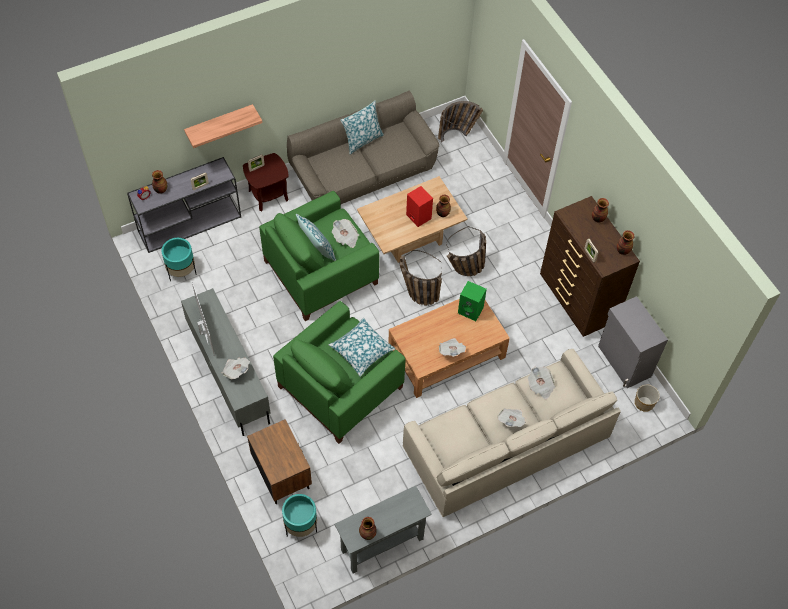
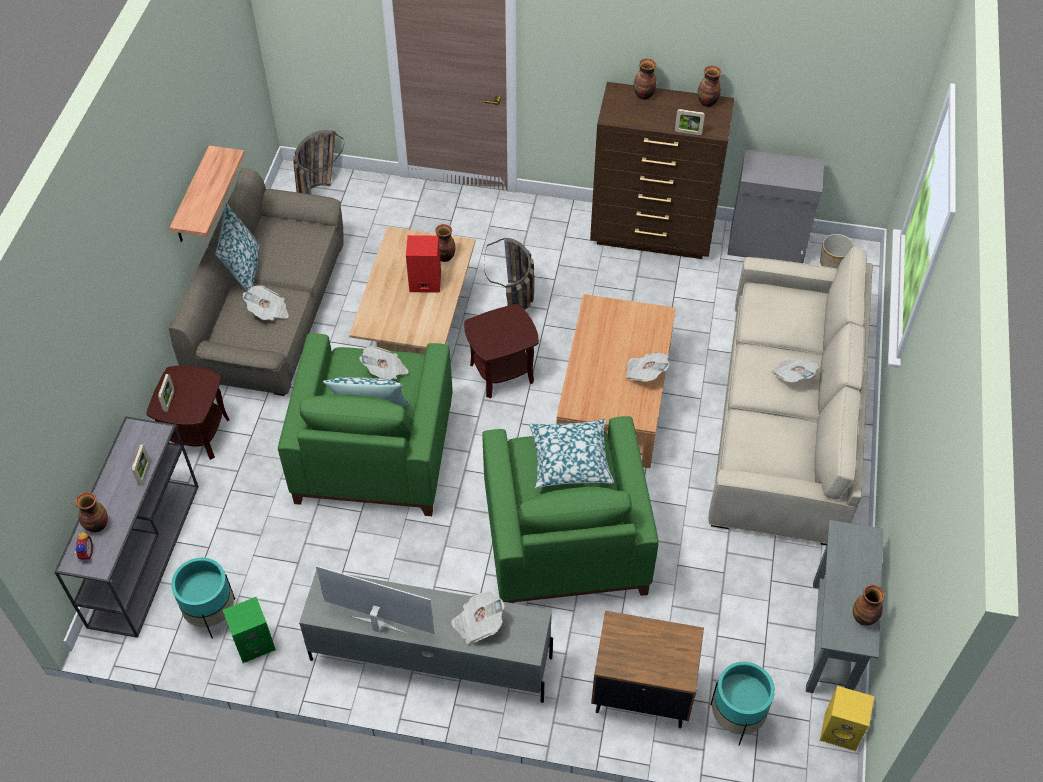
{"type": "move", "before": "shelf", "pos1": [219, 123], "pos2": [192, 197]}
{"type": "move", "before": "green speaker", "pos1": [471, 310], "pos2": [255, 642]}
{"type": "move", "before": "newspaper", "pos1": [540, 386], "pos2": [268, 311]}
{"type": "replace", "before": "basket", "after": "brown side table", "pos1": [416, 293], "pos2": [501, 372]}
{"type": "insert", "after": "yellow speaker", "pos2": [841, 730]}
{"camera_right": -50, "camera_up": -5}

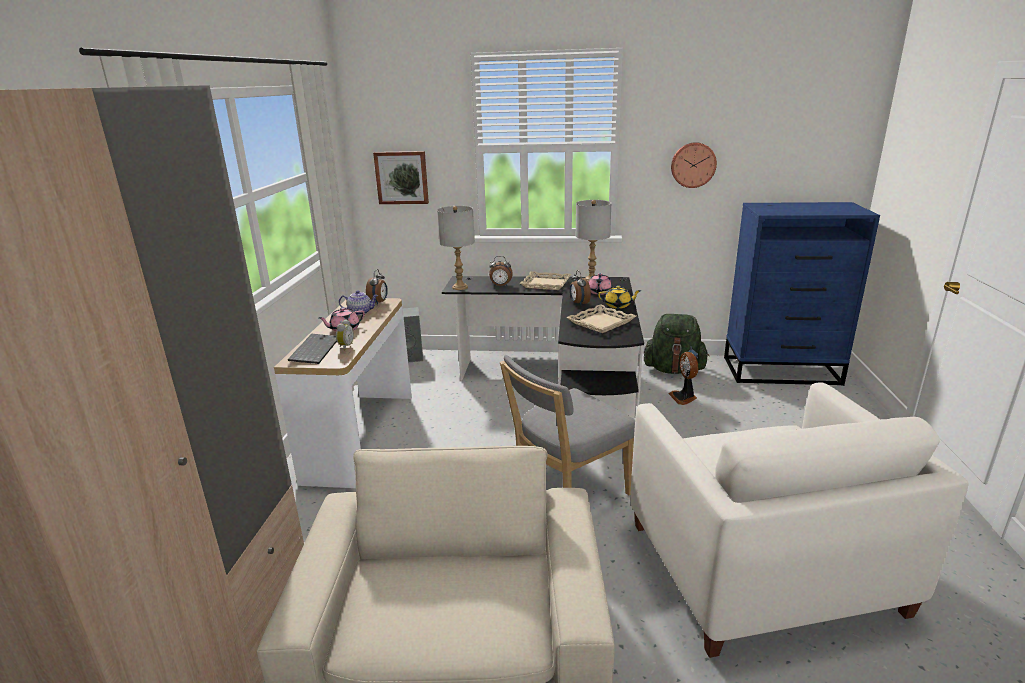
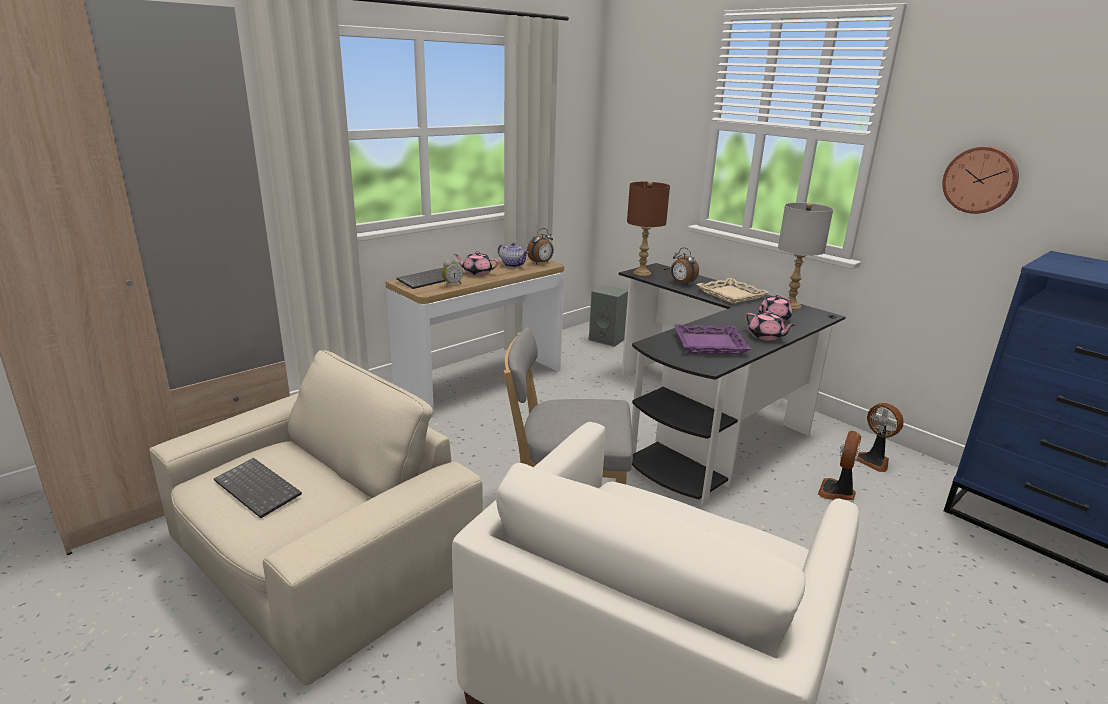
{"type": "insert", "after": "keyboard", "pos2": [260, 489]}
{"type": "recolor", "before": "grey table lamp", "after": "brown table lamp", "pos1": [460, 287], "pos2": [642, 273]}
{"type": "recolor", "before": "beige tray", "after": "purple tray", "pos1": [600, 322], "pos2": [709, 344]}
{"type": "recolor", "before": "yellow teapot", "after": "pink teapot", "pos1": [618, 305], "pos2": [766, 336]}
{"type": "replace", "before": "green backpack", "after": "fan", "pos1": [674, 370], "pos2": [873, 460]}
{"type": "delete", "before": "picture", "pos1": [402, 177]}
{"type": "delete", "before": "alarm clock", "pos1": [579, 303]}
{"camera_right": 40, "camera_up": 0}

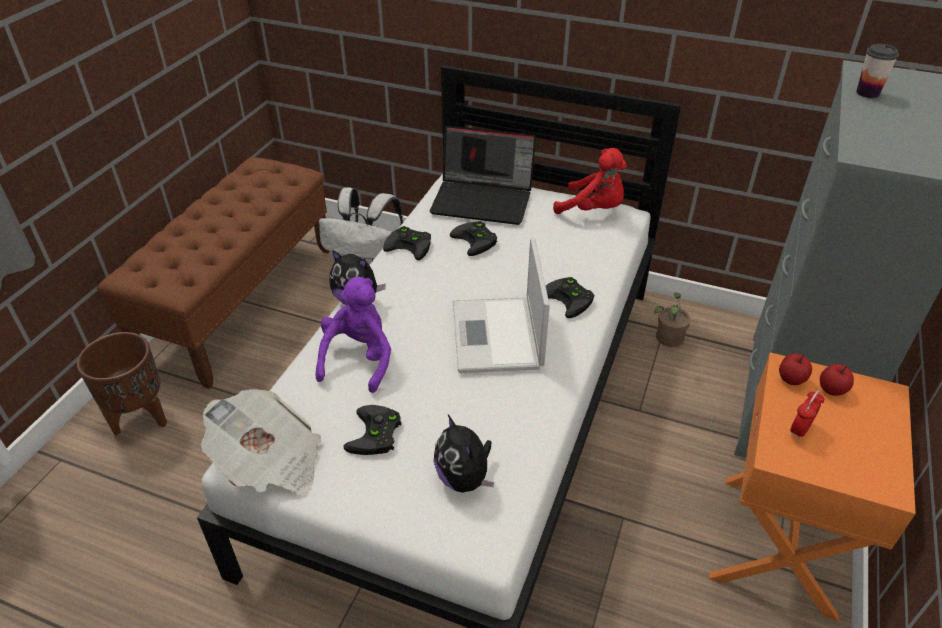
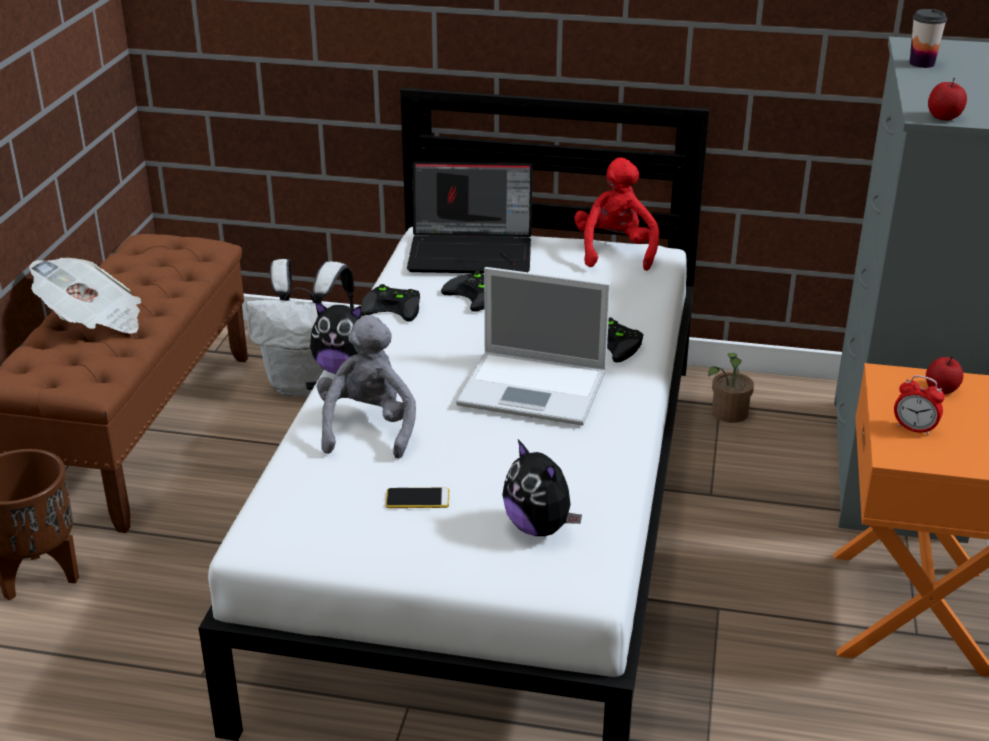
{"type": "move", "before": "newspaper", "pos1": [270, 462], "pos2": [93, 321]}
{"type": "recolor", "before": "purple plush toy", "after": "grey plush toy", "pos1": [358, 359], "pos2": [368, 428]}
{"type": "replace", "before": "black game controller", "after": "phone", "pos1": [376, 435], "pos2": [417, 499]}
{"type": "rotate", "before": "laptop", "pos1": [497, 337], "pos2": [535, 388], "turn": -60}
{"type": "rotate", "before": "red plush toy", "pos1": [593, 210], "pos2": [615, 251], "turn": -105}
{"type": "rotate", "before": "alarm clock", "pos1": [799, 430], "pos2": [914, 429], "turn": -90}
{"type": "move", "before": "apple", "pos1": [791, 379], "pos2": [944, 117]}
{"camera_right": -10, "camera_up": -10}

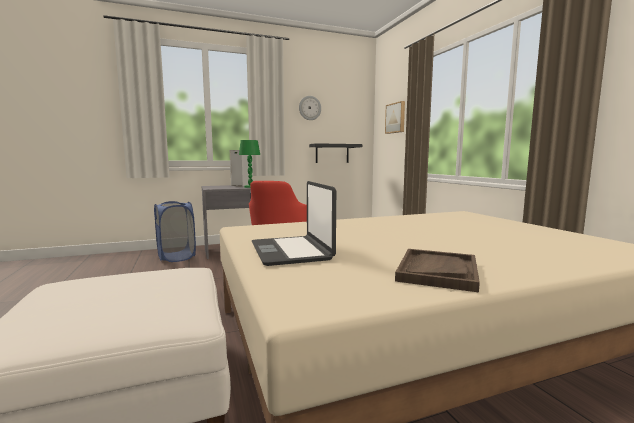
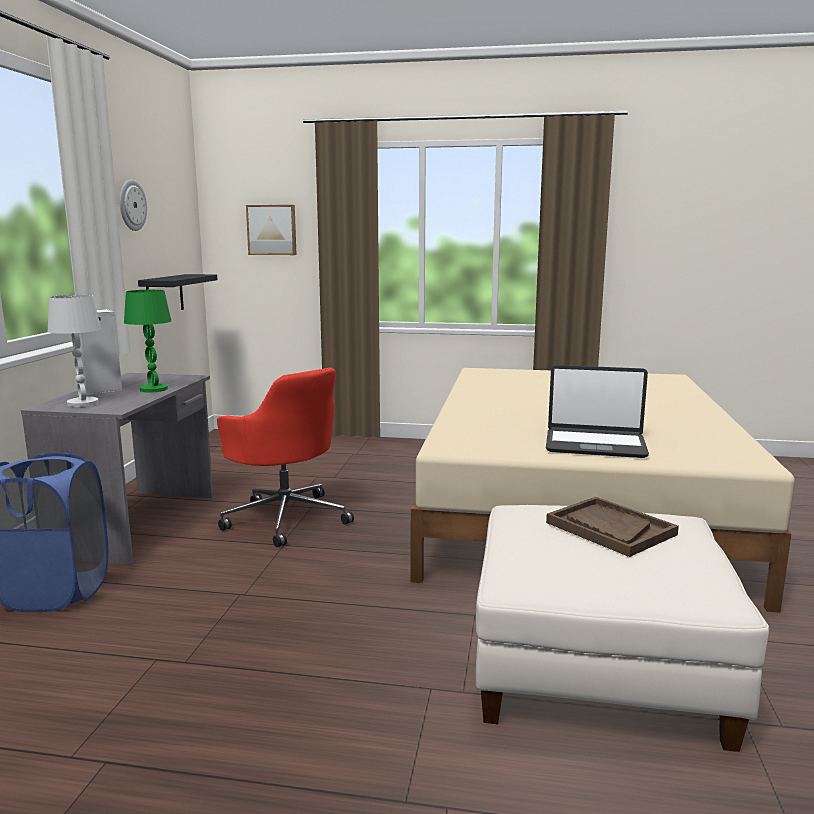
{"type": "insert", "after": "white table lamp", "pos2": [82, 403]}
{"type": "move", "before": "brown tray", "pos1": [437, 271], "pos2": [610, 528]}
{"camera_right": -60, "camera_up": 5}

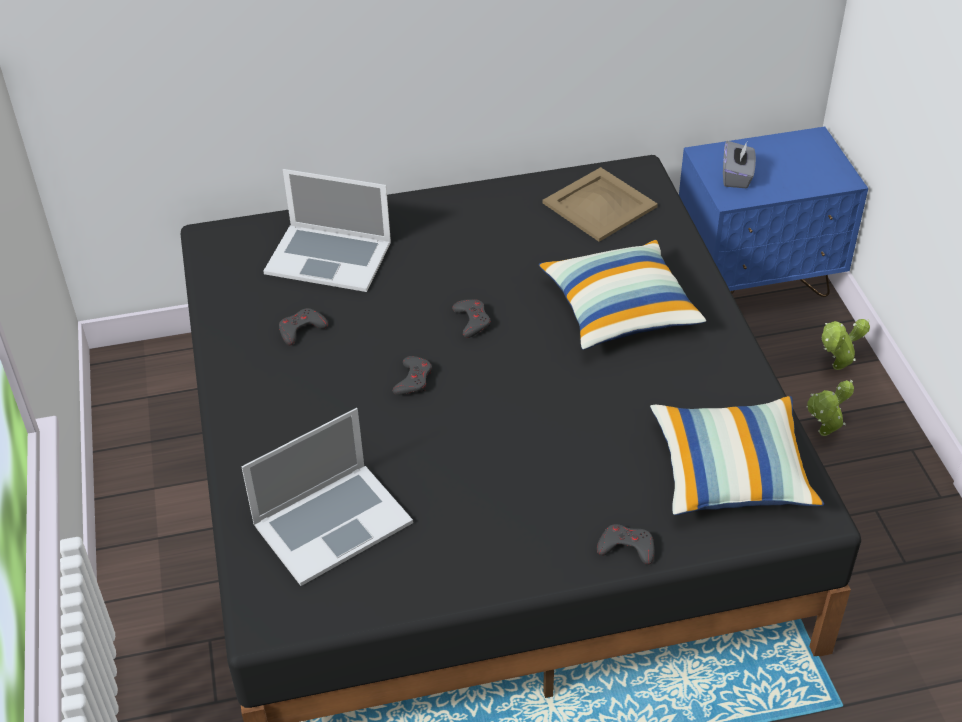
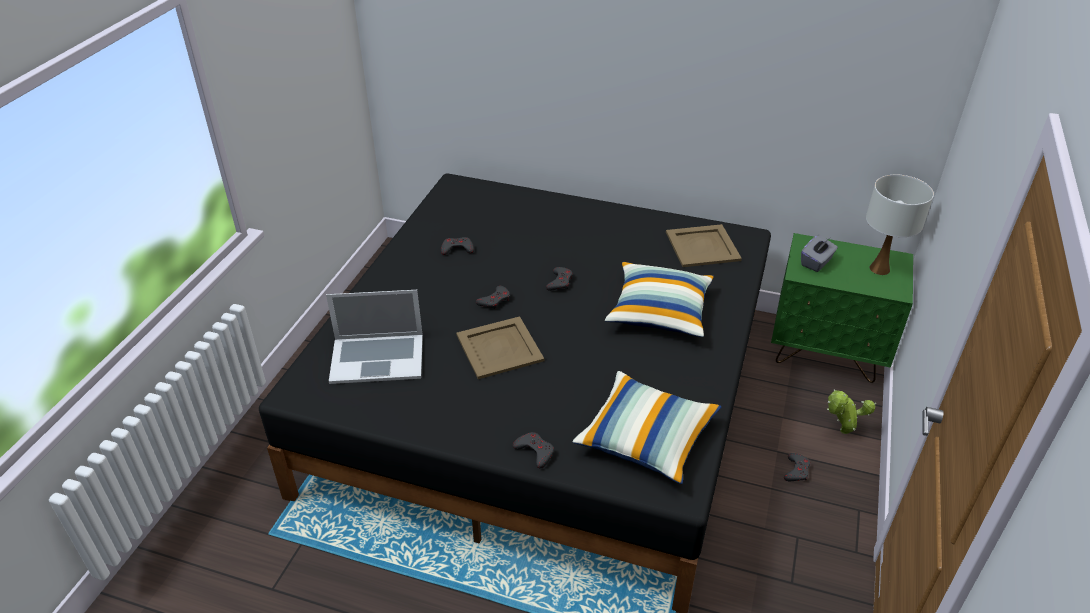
{"type": "insert", "after": "beige tray", "pos2": [499, 348]}
{"type": "recolor", "before": "blue nightstand", "after": "green nightstand", "pos1": [756, 280], "pos2": [826, 353]}
{"type": "replace", "before": "potted plant", "after": "grey game controller", "pos1": [822, 435], "pos2": [796, 470]}
{"type": "insert", "after": "white table lamp", "pos2": [880, 269]}
{"type": "delete", "before": "laptop", "pos1": [328, 257]}
{"camera_right": 30, "camera_up": -5}

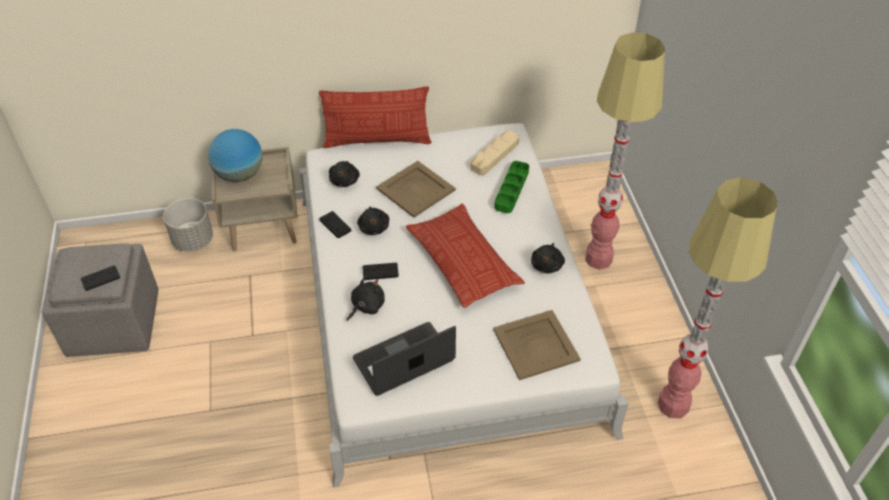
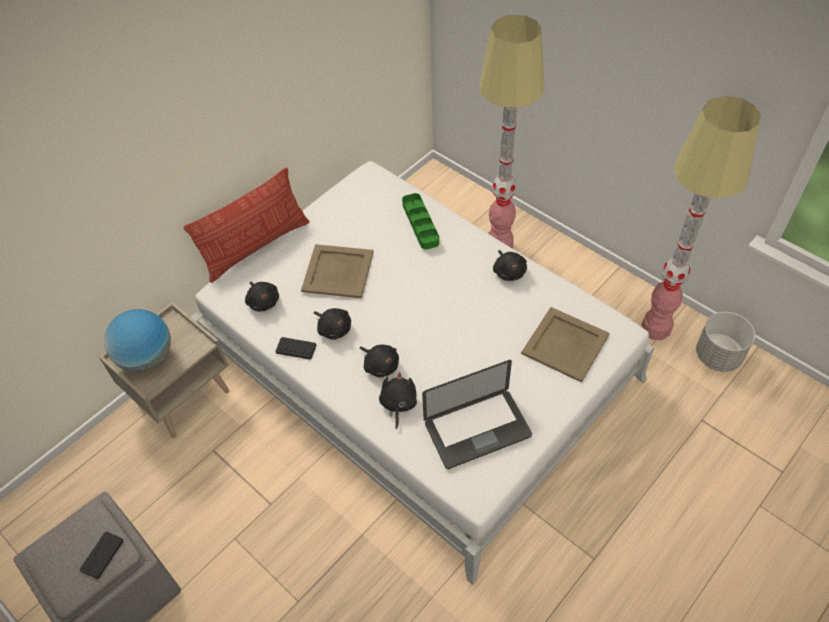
{"type": "replace", "before": "black game controller", "after": "black plush toy", "pos1": [380, 272], "pos2": [380, 365]}
{"type": "rotate", "before": "laptop", "pos1": [404, 360], "pos2": [477, 429], "turn": -135}
{"type": "move", "before": "grey planter", "pos1": [193, 240], "pos2": [717, 356]}
{"type": "delete", "before": "pillow", "pos1": [463, 260]}
{"type": "delete", "before": "beige tray", "pos1": [494, 155]}
{"camera_right": -35, "camera_up": 5}

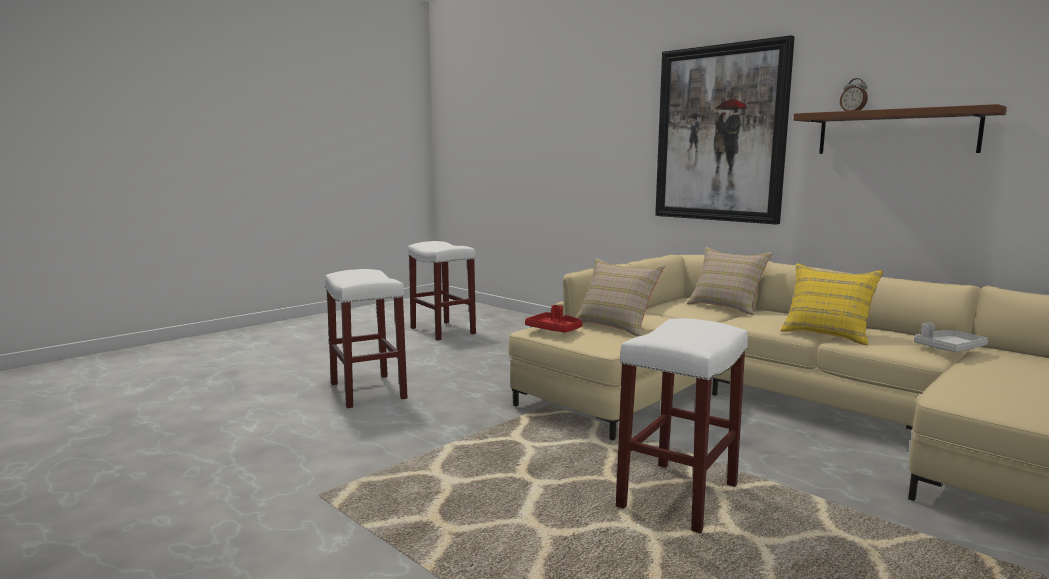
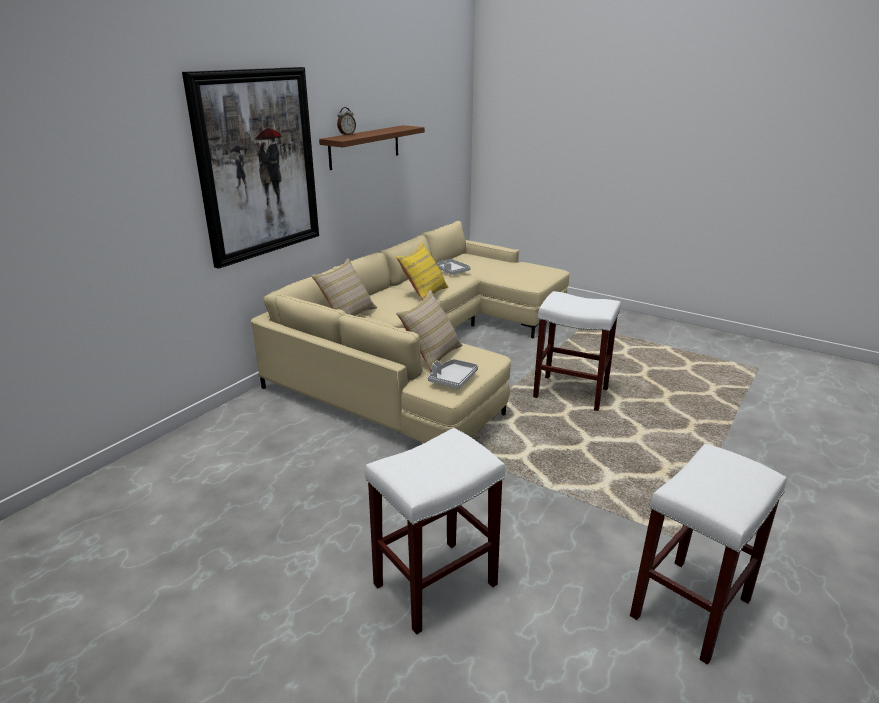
{"type": "recolor", "before": "red tray", "after": "grey tray", "pos1": [554, 329], "pos2": [453, 379]}
{"type": "move", "before": "white stool", "pos1": [441, 330], "pos2": [691, 609]}
{"camera_right": -100, "camera_up": 15}

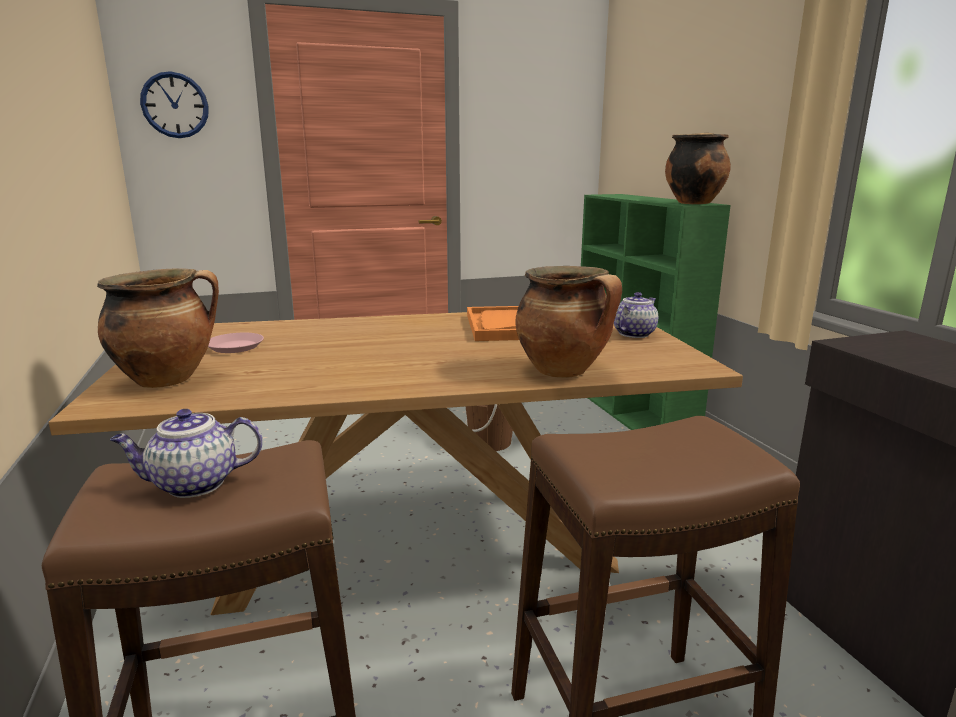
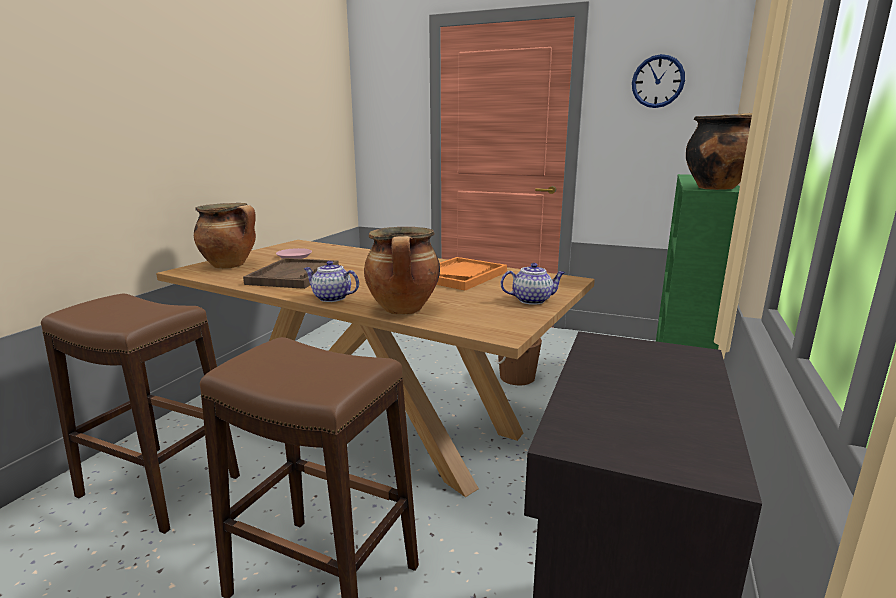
{"type": "insert", "after": "brown tray", "pos2": [294, 275]}
{"type": "move", "before": "teapot", "pos1": [193, 484], "pos2": [331, 298]}
{"type": "move", "before": "wall clock", "pos1": [175, 105], "pos2": [658, 81]}
{"camera_right": 40, "camera_up": 0}

